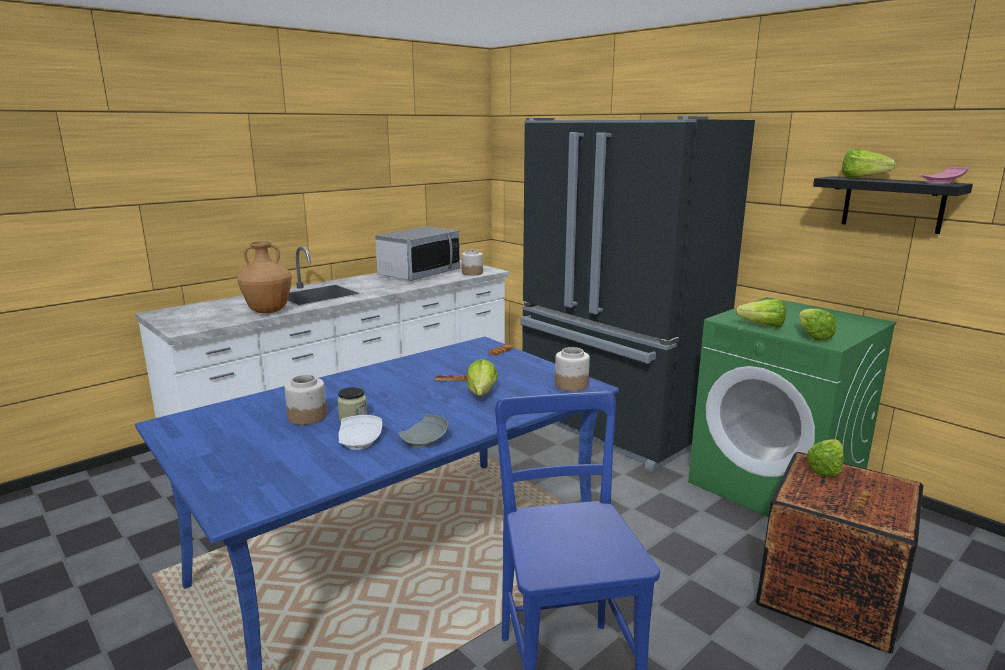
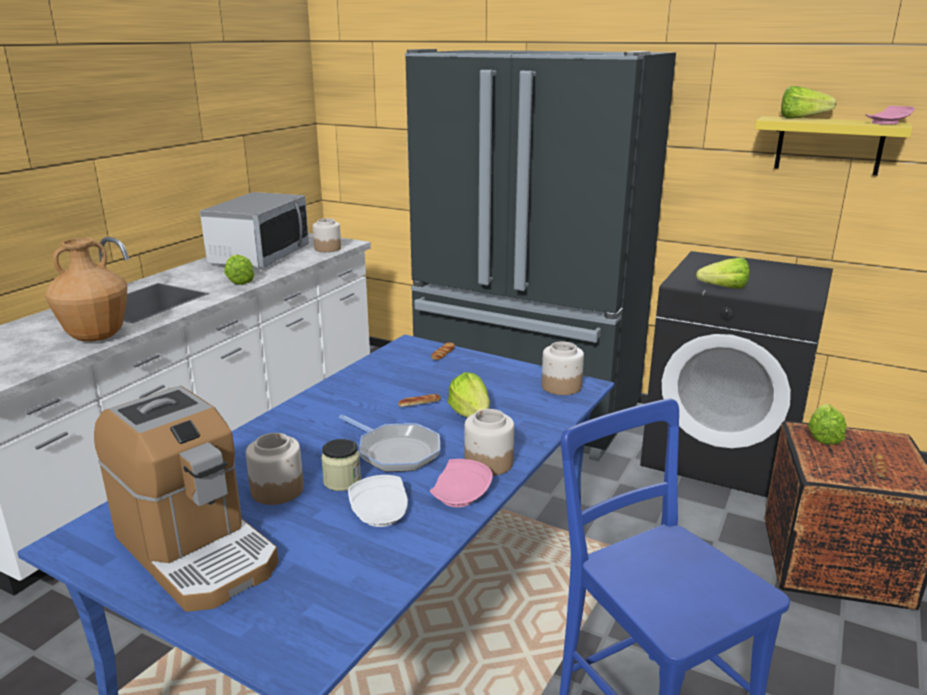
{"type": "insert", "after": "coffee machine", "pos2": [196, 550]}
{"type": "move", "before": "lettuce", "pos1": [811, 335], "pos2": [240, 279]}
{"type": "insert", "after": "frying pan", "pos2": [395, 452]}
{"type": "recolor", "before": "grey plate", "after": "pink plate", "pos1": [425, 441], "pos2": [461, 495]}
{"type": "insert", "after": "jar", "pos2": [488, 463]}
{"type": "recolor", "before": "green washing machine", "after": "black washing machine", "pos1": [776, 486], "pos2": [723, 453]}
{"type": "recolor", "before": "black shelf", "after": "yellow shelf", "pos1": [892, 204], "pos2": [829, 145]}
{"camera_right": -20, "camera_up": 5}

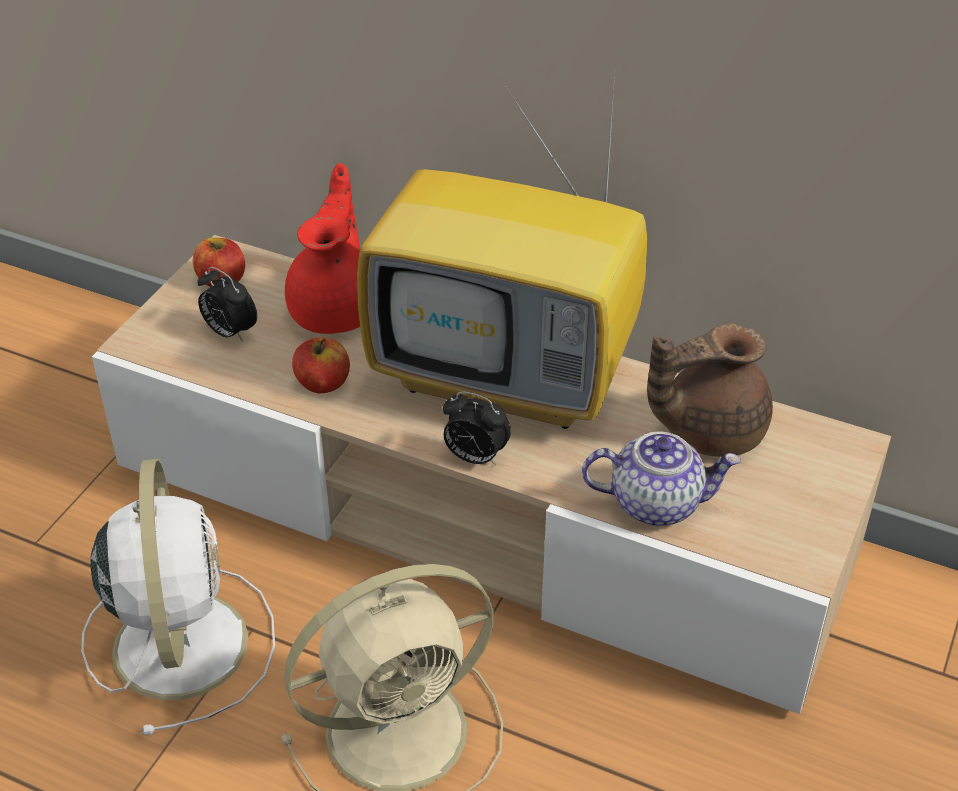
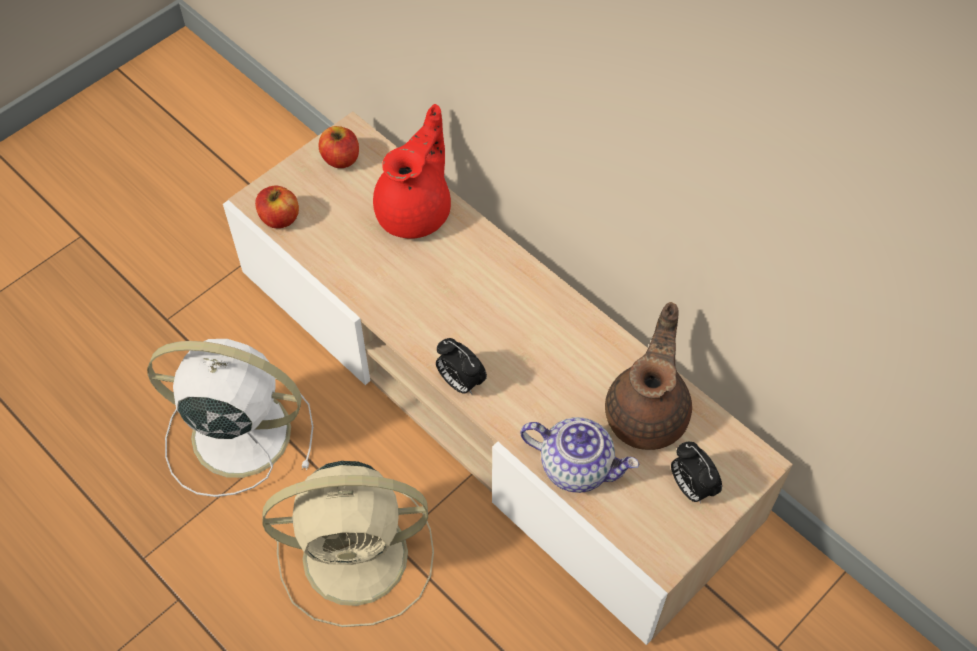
{"type": "rotate", "before": "white fan", "pos1": [180, 640], "pos2": [236, 432], "turn": -90}
{"type": "move", "before": "apple", "pos1": [323, 383], "pos2": [279, 218]}
{"type": "rotate", "before": "brown teapot", "pos1": [707, 430], "pos2": [648, 413], "turn": 105}
{"type": "move", "before": "alarm clock", "pos1": [229, 332], "pos2": [690, 487]}
{"type": "delete", "before": "television", "pos1": [509, 377]}
{"camera_right": 20, "camera_up": 15}

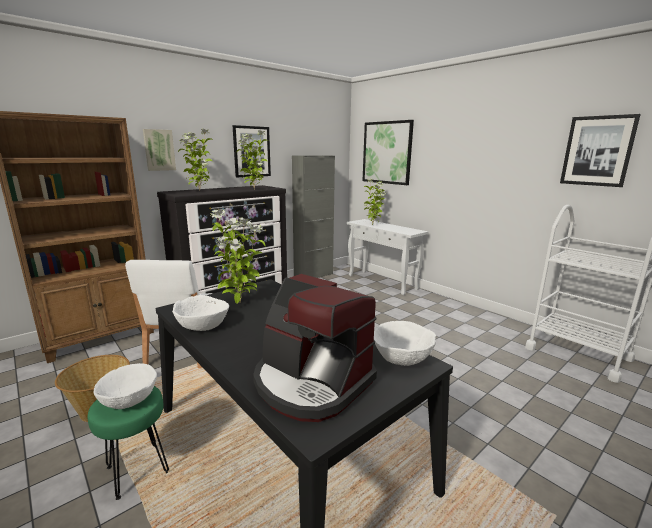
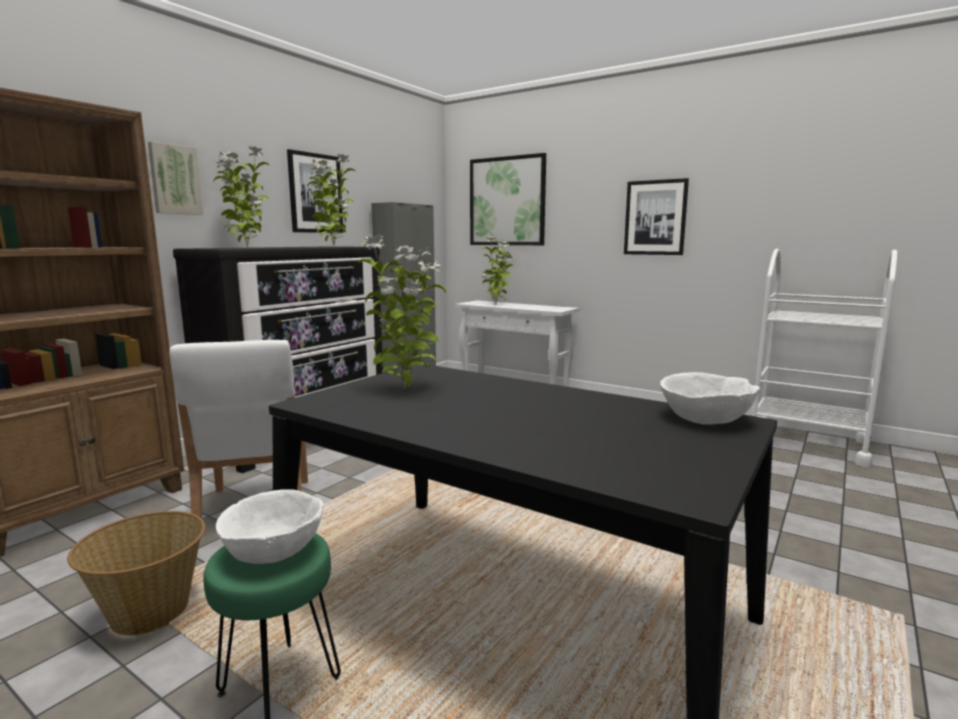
{"type": "move", "before": "picture", "pos1": [597, 151], "pos2": [655, 217]}
{"type": "delete", "before": "white bowl", "pos1": [203, 325]}
{"type": "delete", "before": "coffee machine", "pos1": [311, 383]}
{"camera_right": -15, "camera_up": -5}

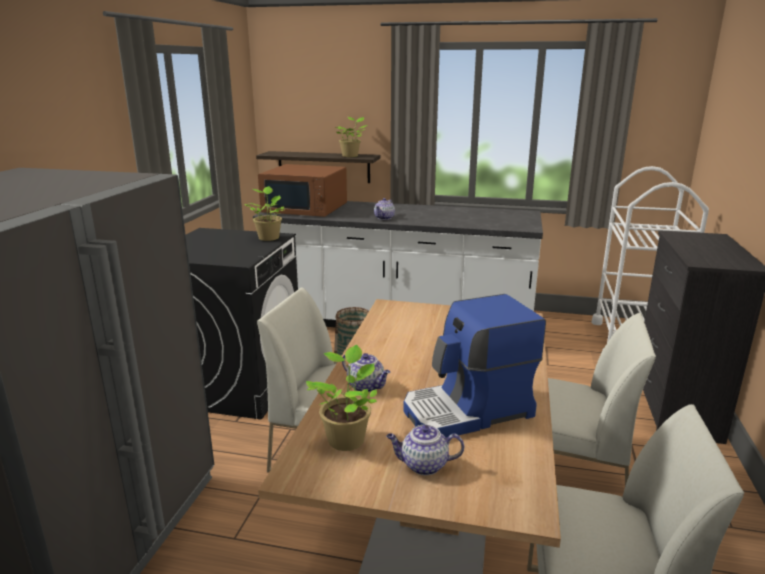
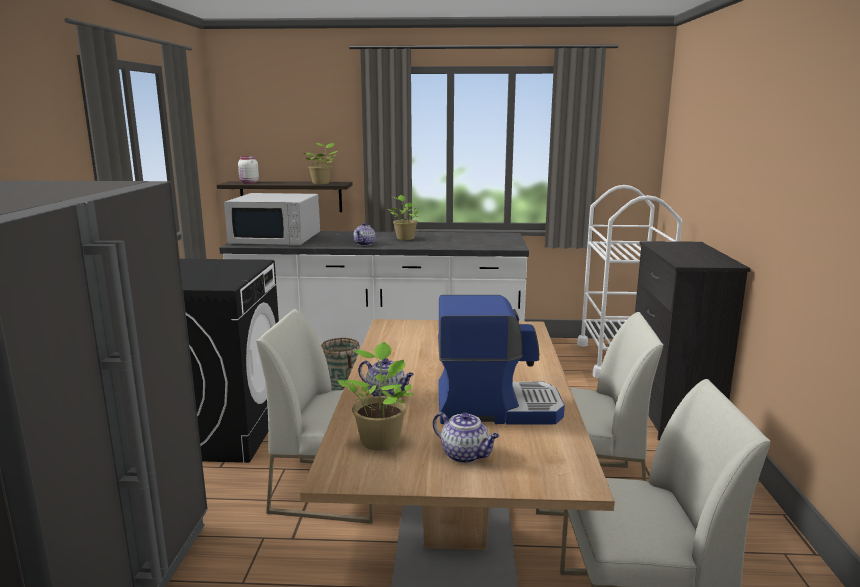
{"type": "recolor", "before": "brown microwave", "after": "white microwave", "pos1": [306, 208], "pos2": [277, 239]}
{"type": "insert", "after": "white jar", "pos2": [249, 183]}
{"type": "move", "before": "potted plant", "pos1": [269, 237], "pos2": [405, 238]}
{"type": "rotate", "before": "teapot", "pos1": [423, 465], "pos2": [465, 455], "turn": -135}
{"type": "rotate", "before": "coffee machine", "pos1": [468, 411], "pos2": [496, 407], "turn": -150}
{"camera_right": -10, "camera_up": -5}

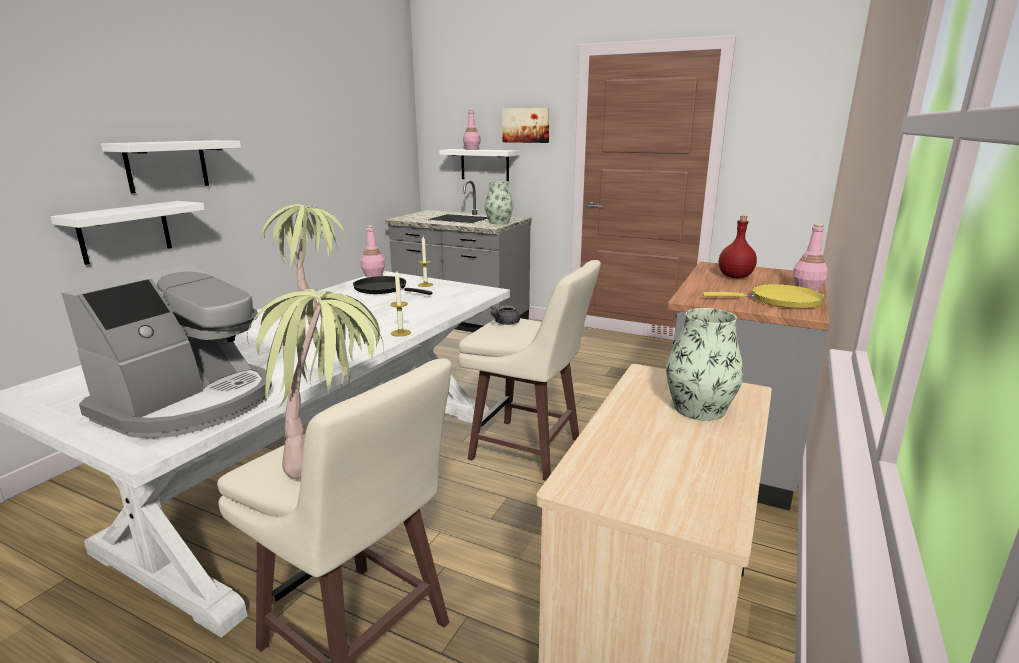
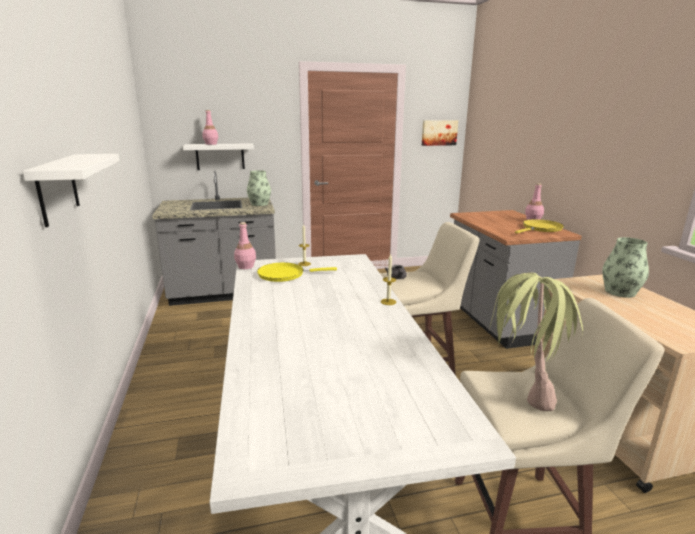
{"type": "recolor", "before": "black frying pan", "after": "yellow frying pan", "pos1": [384, 289], "pos2": [284, 275]}
{"type": "move", "before": "picture", "pos1": [526, 125], "pos2": [439, 132]}
{"type": "delete", "before": "white shelf", "pos1": [125, 232]}
{"type": "delete", "before": "coffee machine", "pos1": [190, 403]}
{"type": "delete", "before": "potted plant", "pos1": [314, 306]}
{"type": "delete", "before": "red bottle", "pos1": [735, 277]}
{"camera_right": -40, "camera_up": 0}

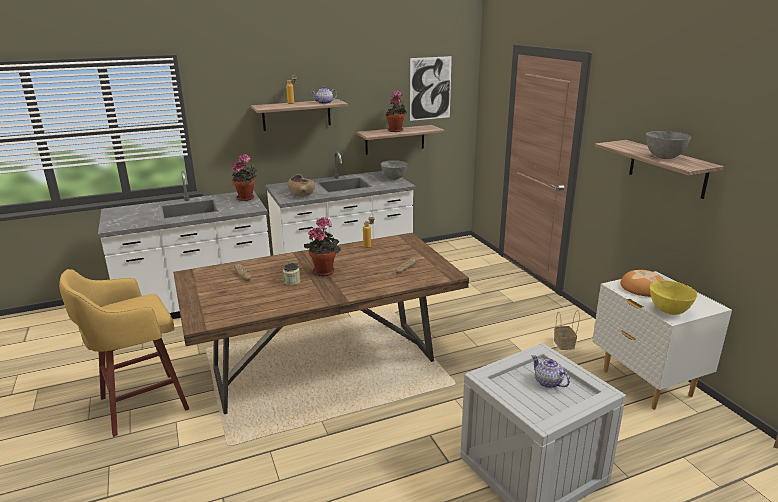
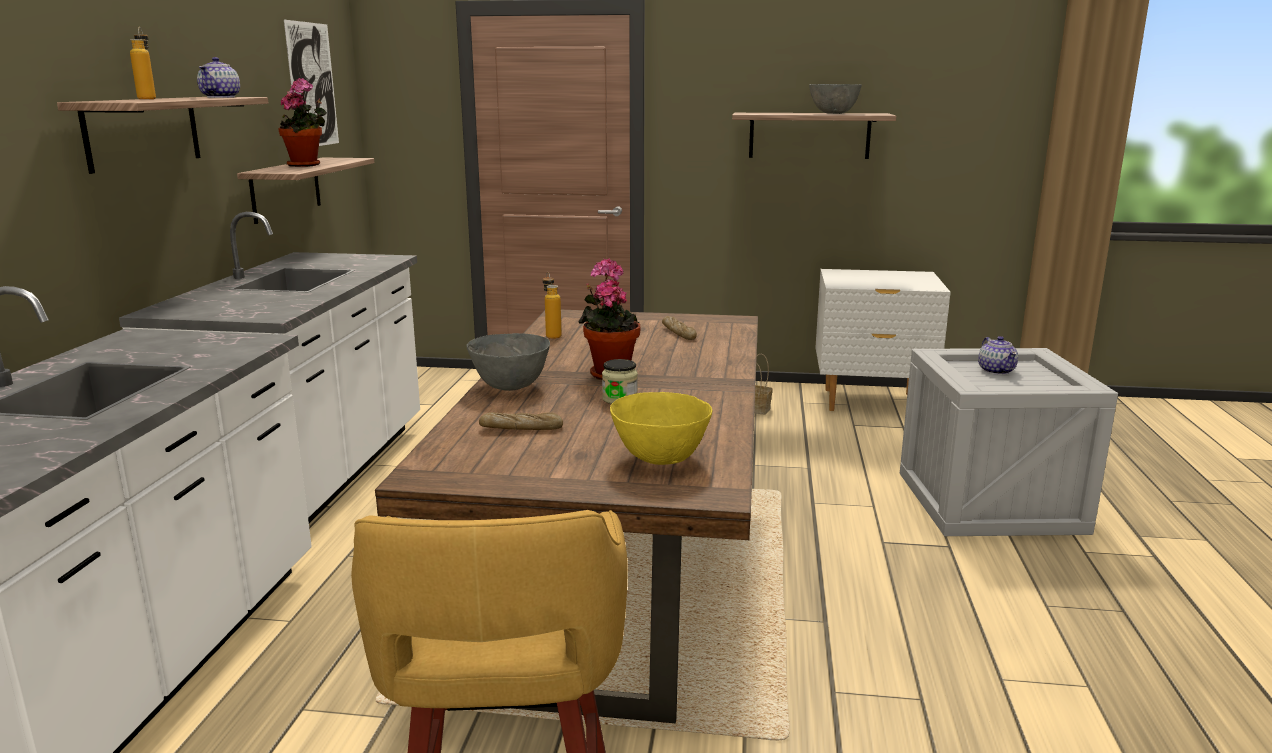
{"type": "move", "before": "grey bowl", "pos1": [394, 178], "pos2": [510, 387]}
{"type": "move", "before": "yellow bowl", "pos1": [669, 311], "pos2": [661, 459]}
{"type": "rotate", "before": "teapot", "pos1": [548, 382], "pos2": [996, 371], "turn": -90}
{"type": "delete", "before": "potted plant", "pos1": [247, 198]}
{"type": "delete", "before": "brown bowl", "pos1": [301, 193]}
{"type": "delete", "before": "bread", "pos1": [642, 287]}
{"camera_right": -60, "camera_up": -5}

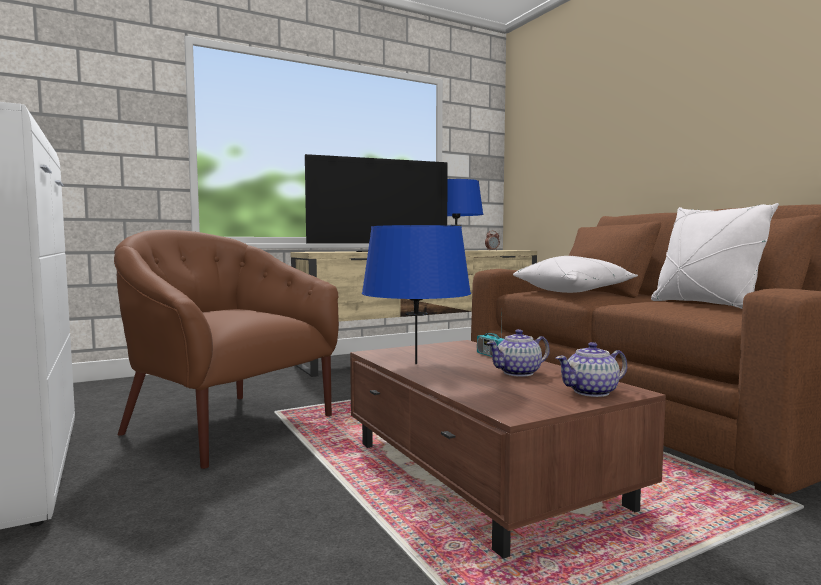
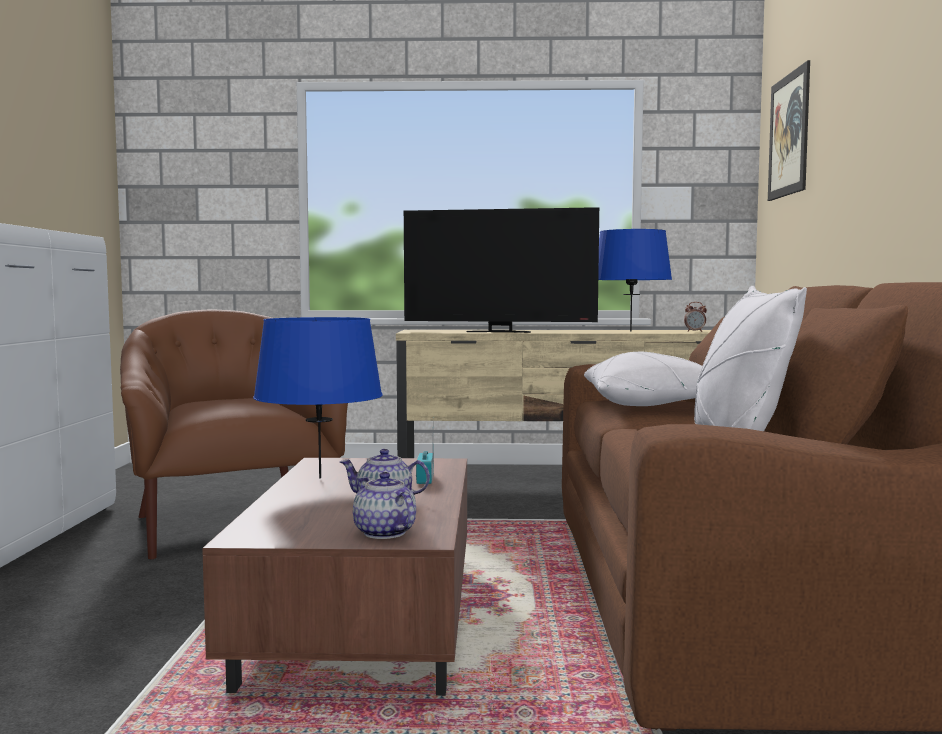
{"type": "rotate", "before": "teapot", "pos1": [592, 392], "pos2": [384, 533], "turn": 45}
{"type": "insert", "after": "picture", "pos2": [788, 135]}
{"camera_right": 30, "camera_up": 0}

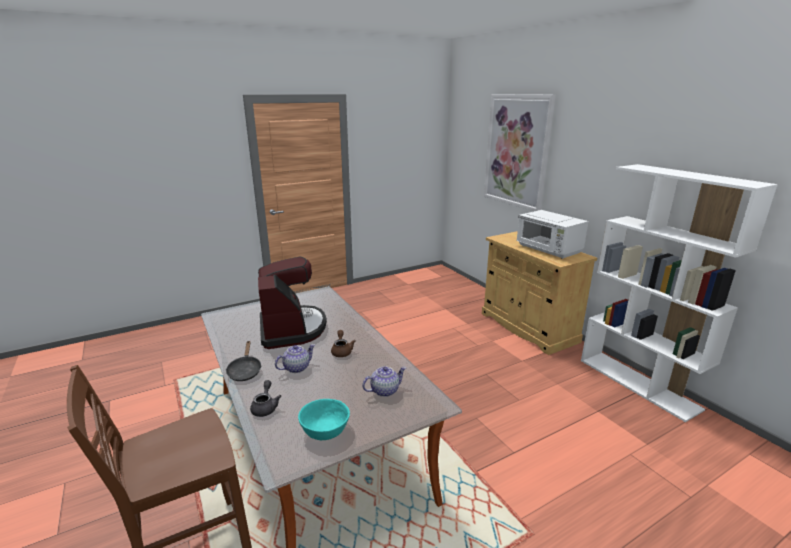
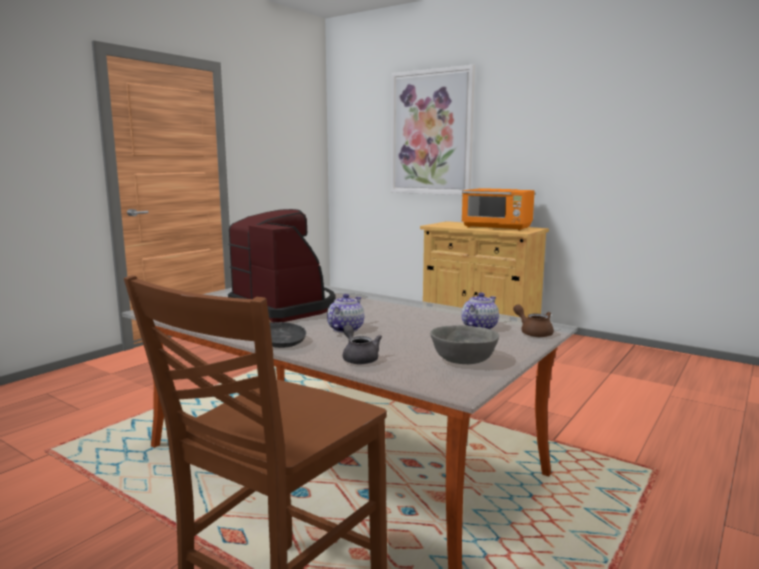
{"type": "recolor", "before": "turquoise bowl", "after": "grey bowl", "pos1": [325, 430], "pos2": [463, 359]}
{"type": "recolor", "before": "white microwave", "after": "orange microwave", "pos1": [548, 250], "pos2": [497, 227]}
{"type": "move", "before": "brown teapot", "pos1": [342, 351], "pos2": [533, 332]}
{"type": "delete", "before": "white bookcase", "pos1": [638, 383]}
{"camera_right": -25, "camera_up": -10}

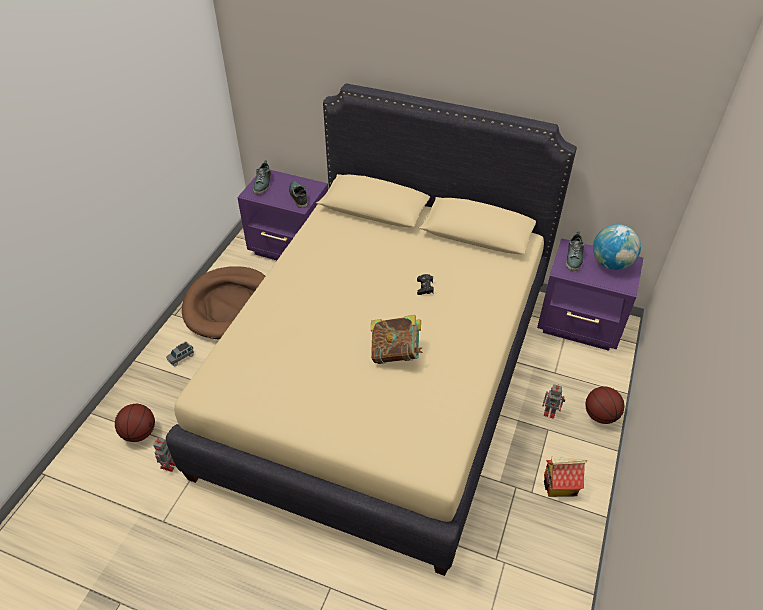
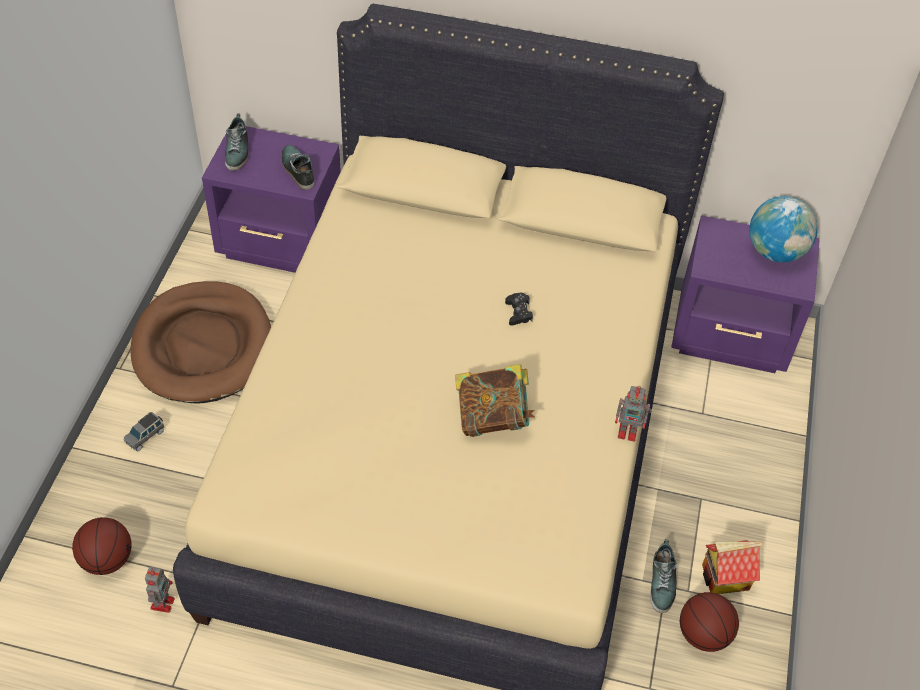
{"type": "move", "before": "toy robot", "pos1": [550, 412], "pos2": [629, 431]}
{"type": "move", "before": "shoe", "pos1": [574, 257], "pos2": [662, 583]}
{"type": "move", "before": "basketball", "pos1": [600, 415], "pos2": [703, 634]}
{"camera_right": -10, "camera_up": 5}

